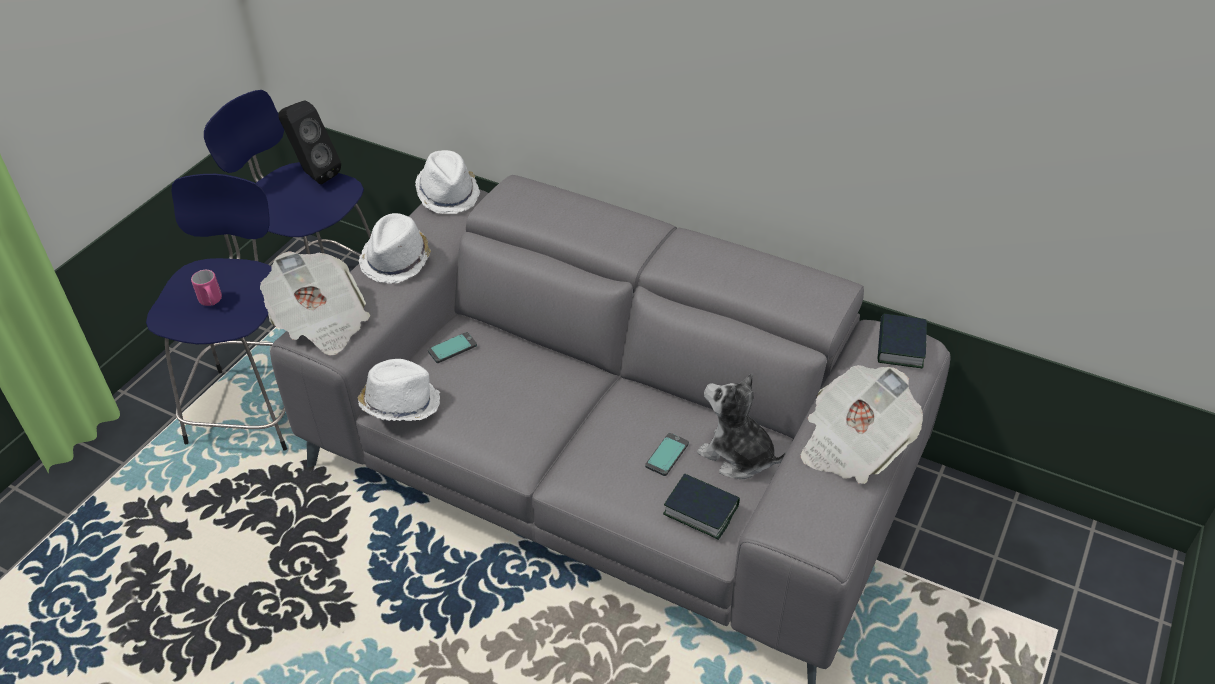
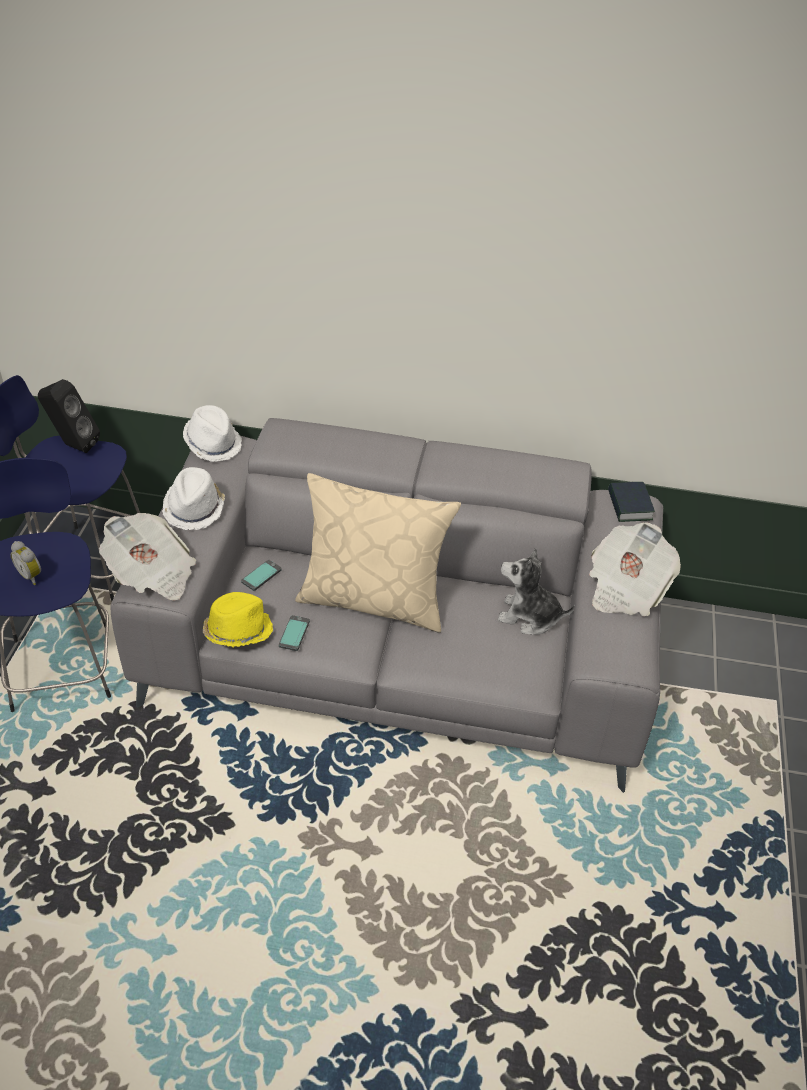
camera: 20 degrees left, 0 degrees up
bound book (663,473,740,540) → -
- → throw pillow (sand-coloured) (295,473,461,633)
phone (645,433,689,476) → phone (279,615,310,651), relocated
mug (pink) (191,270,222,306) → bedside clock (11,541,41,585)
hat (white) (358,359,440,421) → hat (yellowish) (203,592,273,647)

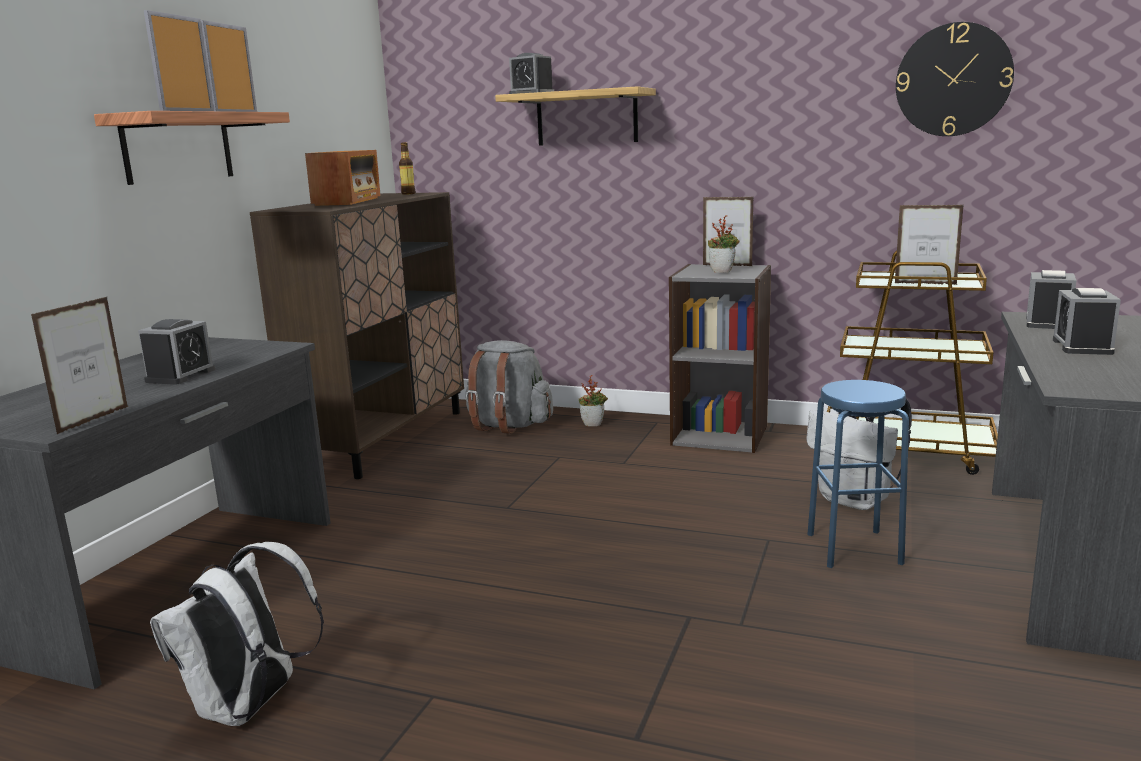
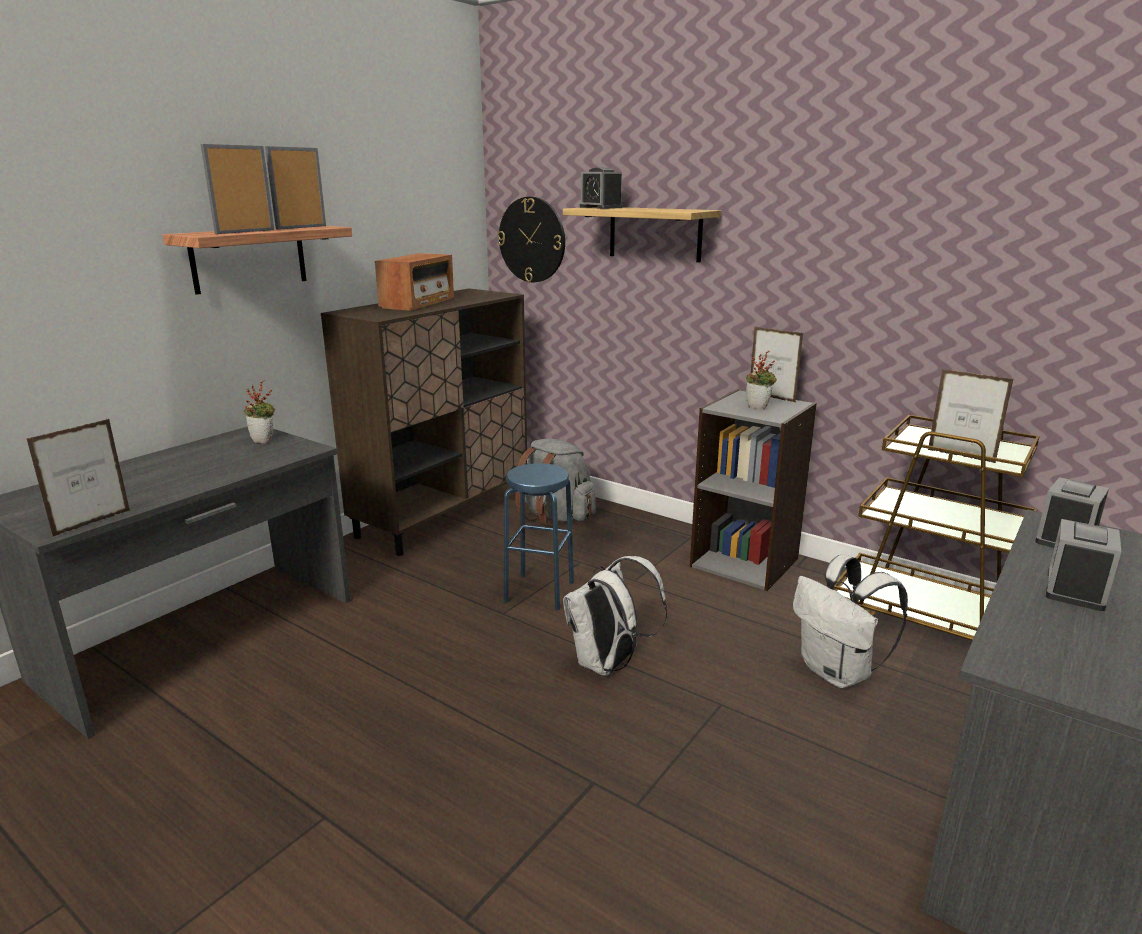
camera: 15 degrees right, 5 degrees up
bedside clock (138,319,215,385) → -
beverage bottle (399,142,415,195) → -
backpack (white) (150,542,324,726) → backpack (white) (563,556,667,676), relocated
potted plant (579,375,608,426) → potted plant (243,380,275,443), relocated
stool seat (bluish) (807,380,909,568) → stool seat (bluish) (504,463,574,610), relocated
hanging clock (896,22,1014,136) → hanging clock (497,197,565,282), relocated

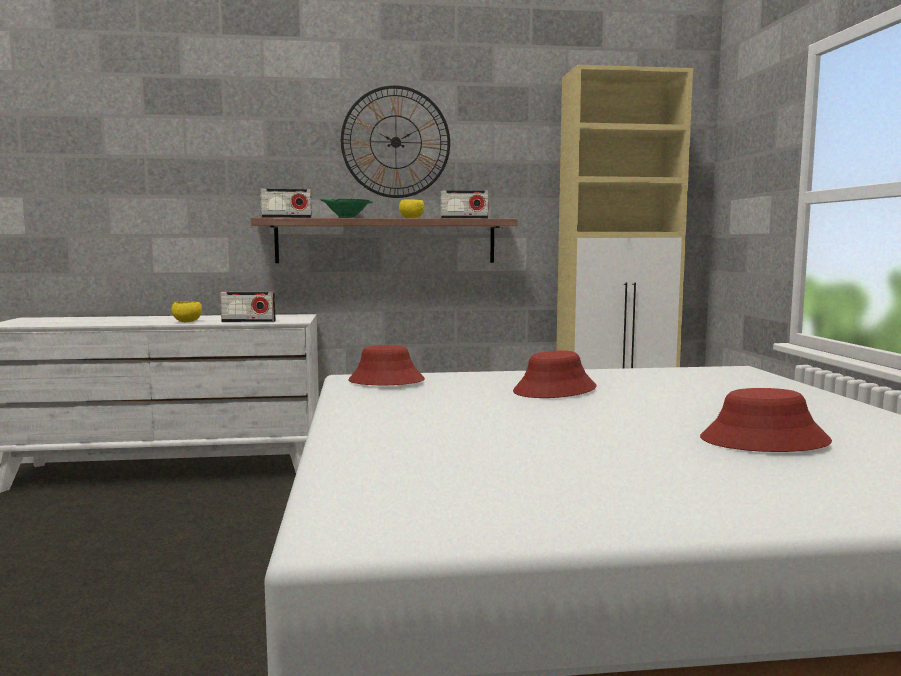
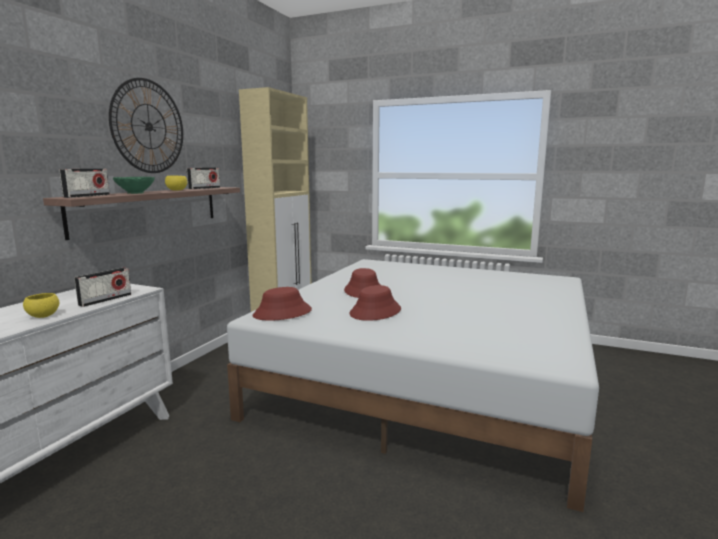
camera: 60 degrees left, 5 degrees up
hat (red-coloured) (700,388,832,452) → hat (red-coloured) (350,285,401,321), relocated

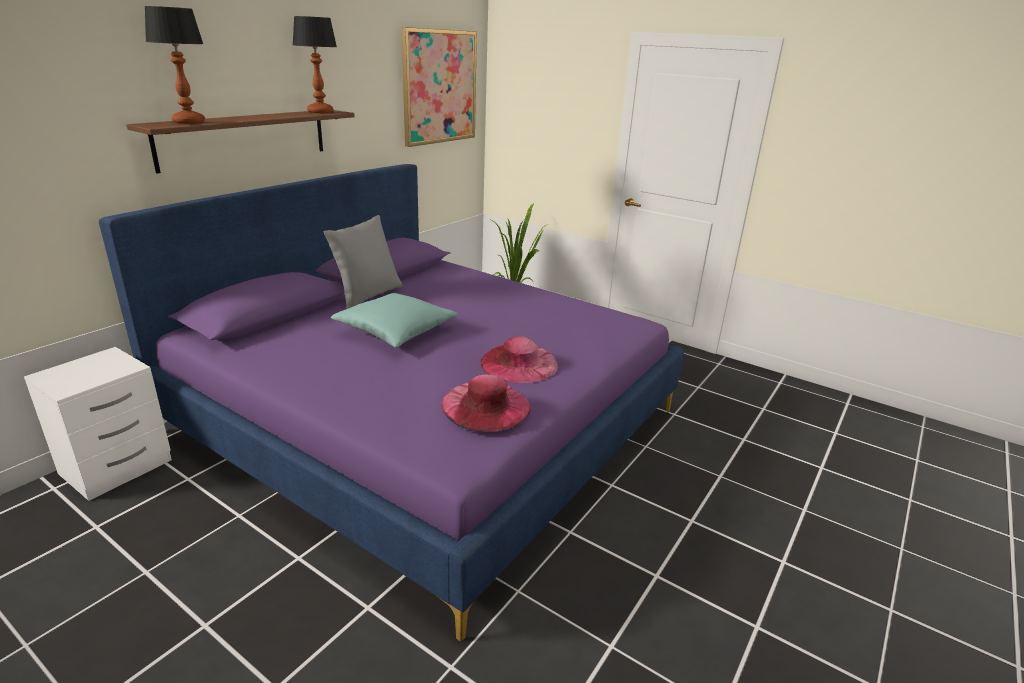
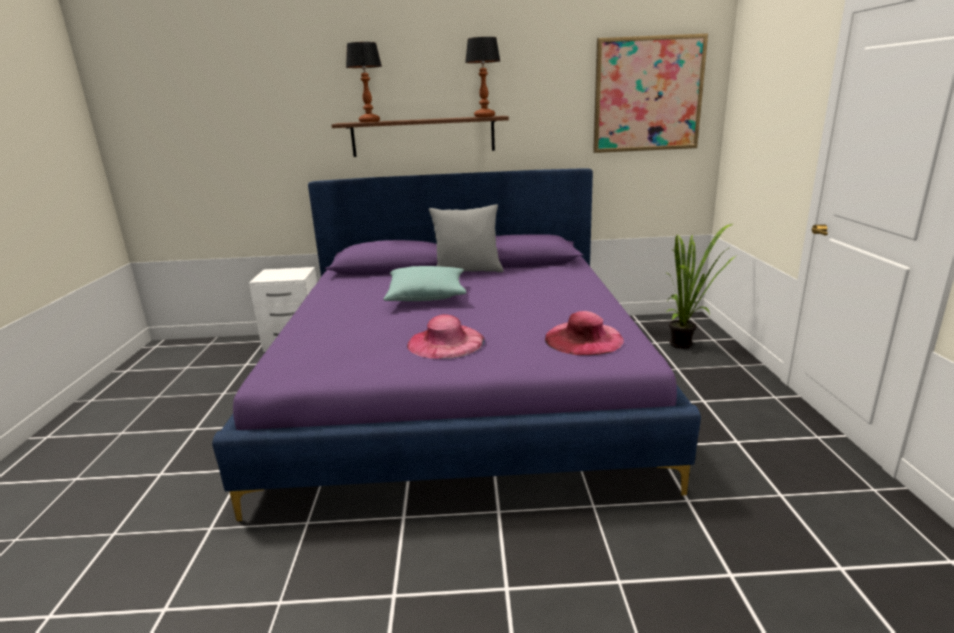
camera: 55 degrees right, 5 degrees down
hat (pink) (441,374,531,432) → hat (pink) (545,311,624,355), relocated

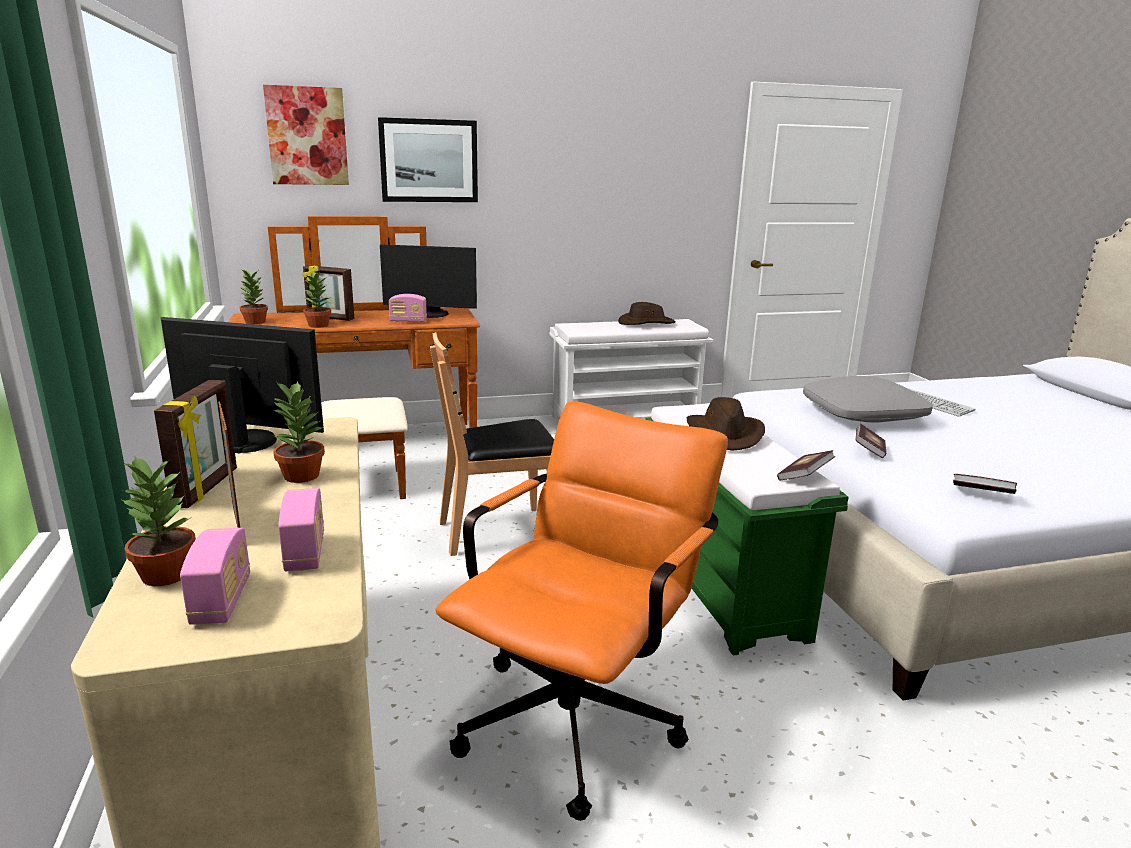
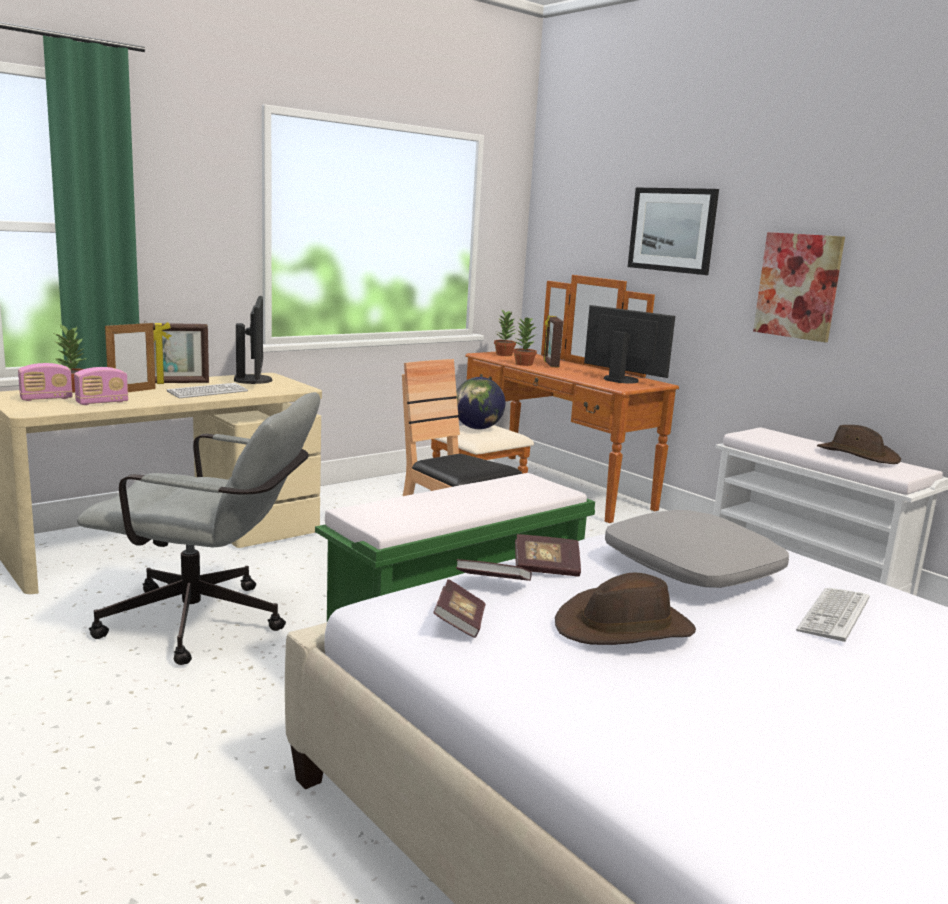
camera: 65 degrees right, 5 degrees down
radio receiver (389,294,427,322) → -
- → globe (456,377,505,429)
wall picture (263,85,349,185) → wall picture (753,232,845,342), relocated
hat (brown-coloured) (687,397,765,451) → hat (brown-coloured) (555,573,696,645), relocated
bound book (777,450,835,480) → bound book (456,559,532,581), relocated
potted plant (272,381,325,483) → keyboard (167,383,248,398)
computer chair (orange-coloured) (435,401,728,821) → computer chair (gray) (77,392,320,665)
computer display (380,244,477,318) → computer display (584,305,675,384), 150 degrees clockwise

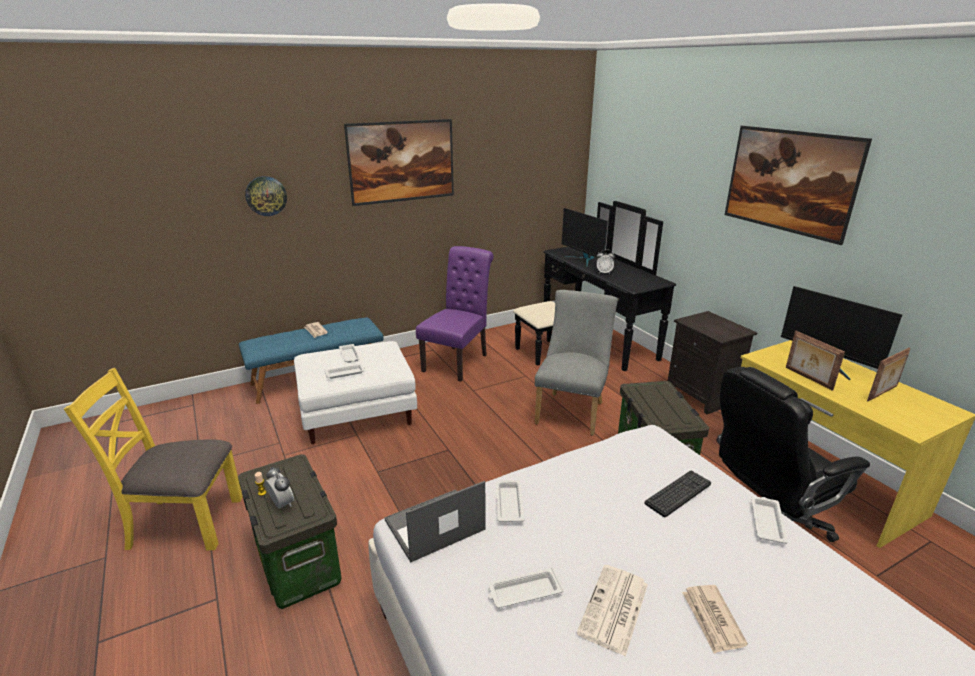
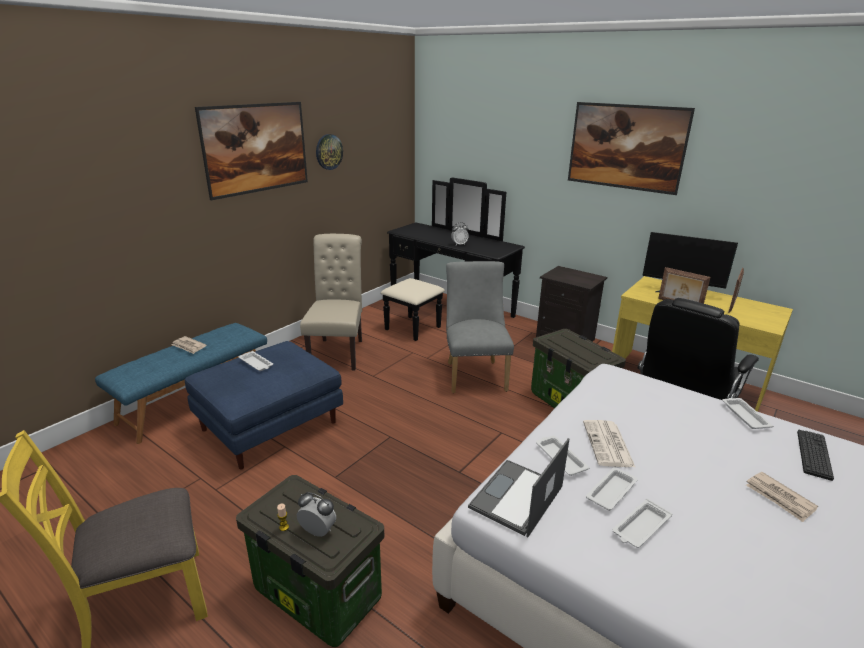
camera: 25 degrees left, 0 degrees up
computer display (561,208,608,267) → -
hanging clock (245,176,287,216) → hanging clock (316,134,343,170), relocated
serving tray (white) (325,364,365,379) → serving tray (white) (586,467,638,511), relocated
newspaper (576,565,648,657) → newspaper (583,420,635,467), relocated
keyboard (645,471,711,518) → keyboard (797,430,834,481), relocated
ottoman (white) (294,341,417,444) → ottoman (bluish) (185,341,343,469)
chair (purplish) (416,246,494,382) → chair (sand-coloured) (300,234,362,370)

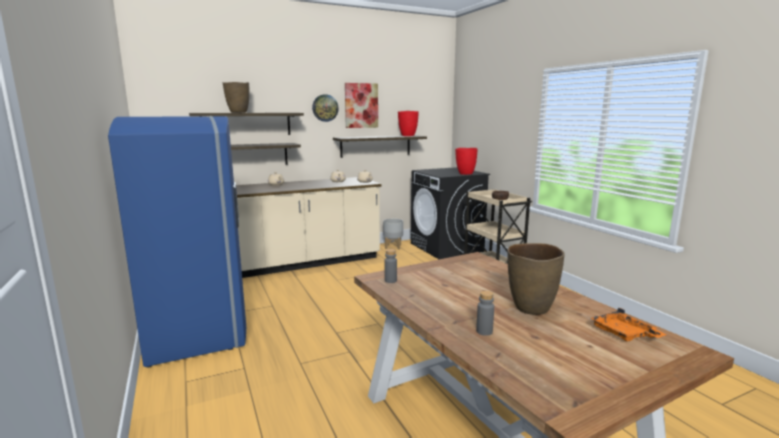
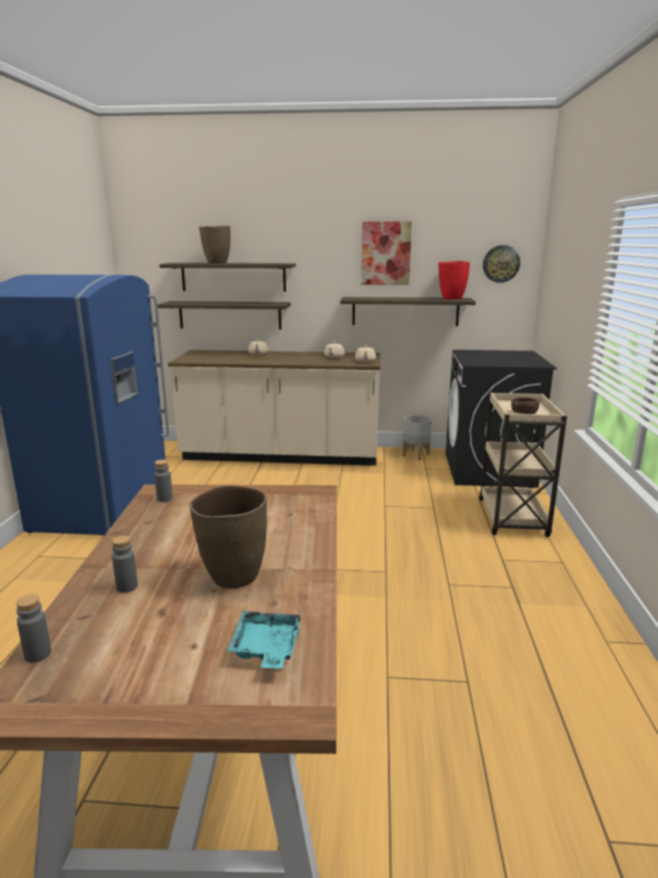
camera: 30 degrees right, 5 degrees up
vase (red-coloured) (455,148,478,175) → -
- → beverage bottle (gray) (16,594,51,663)
hanging clock (312,94,339,122) → hanging clock (483,245,520,283), relocated
serving tray (orange-coloured) (590,308,667,341) → serving tray (blue-green) (227,611,301,669)

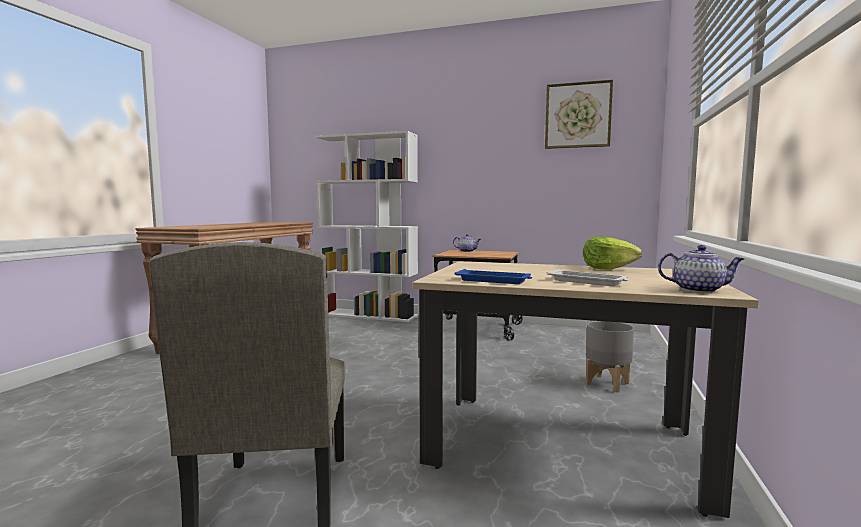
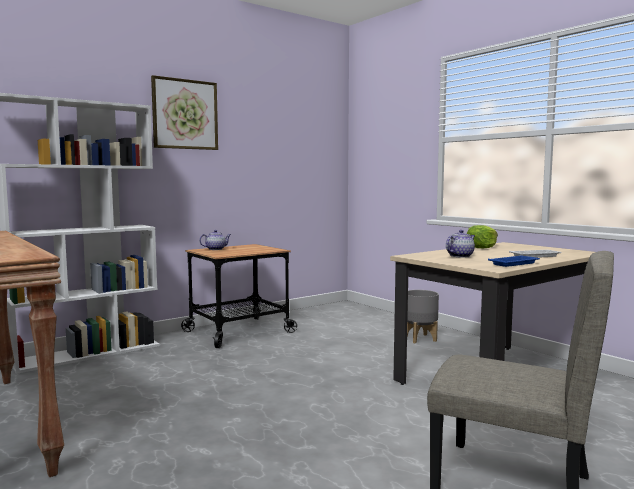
camera: 55 degrees left, 0 degrees up
wall picture (545,80,613,149) → wall picture (151,75,218,150), relocated
pot for tea (658,245,744,293) → pot for tea (446,230,475,258), relocated

